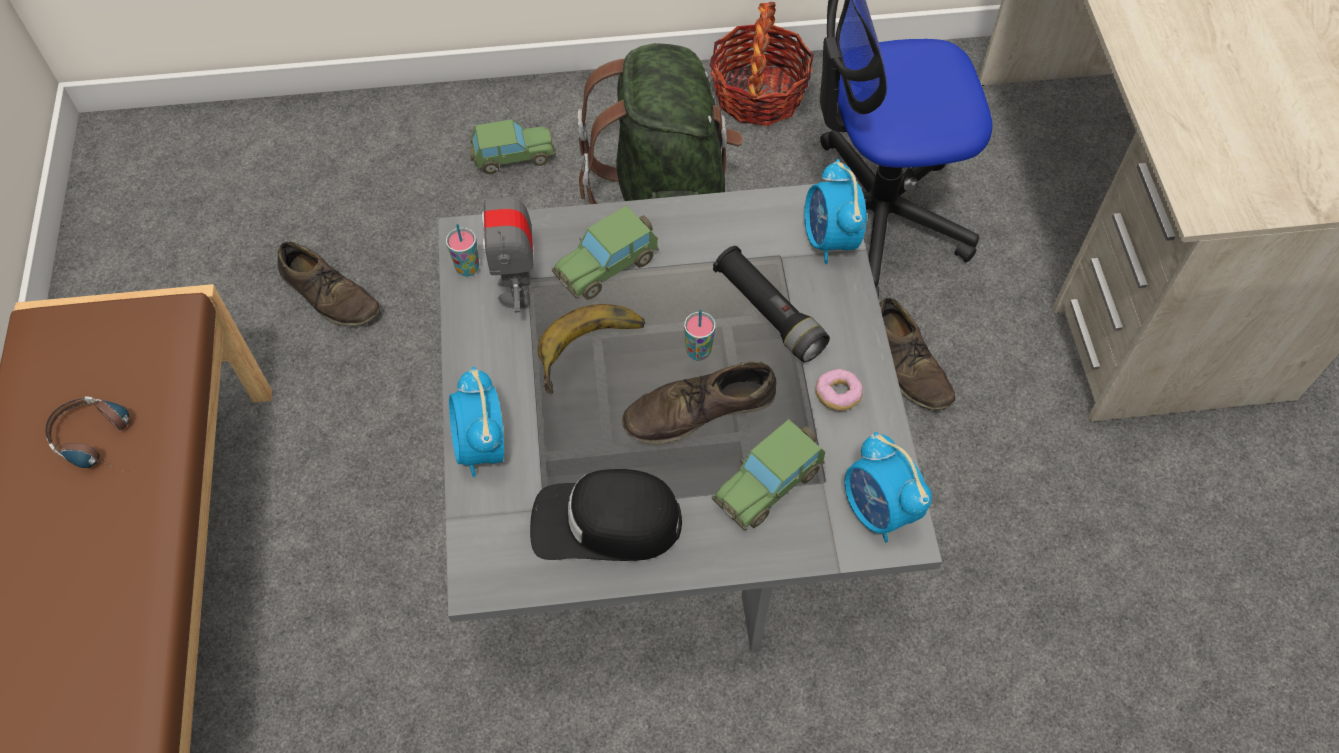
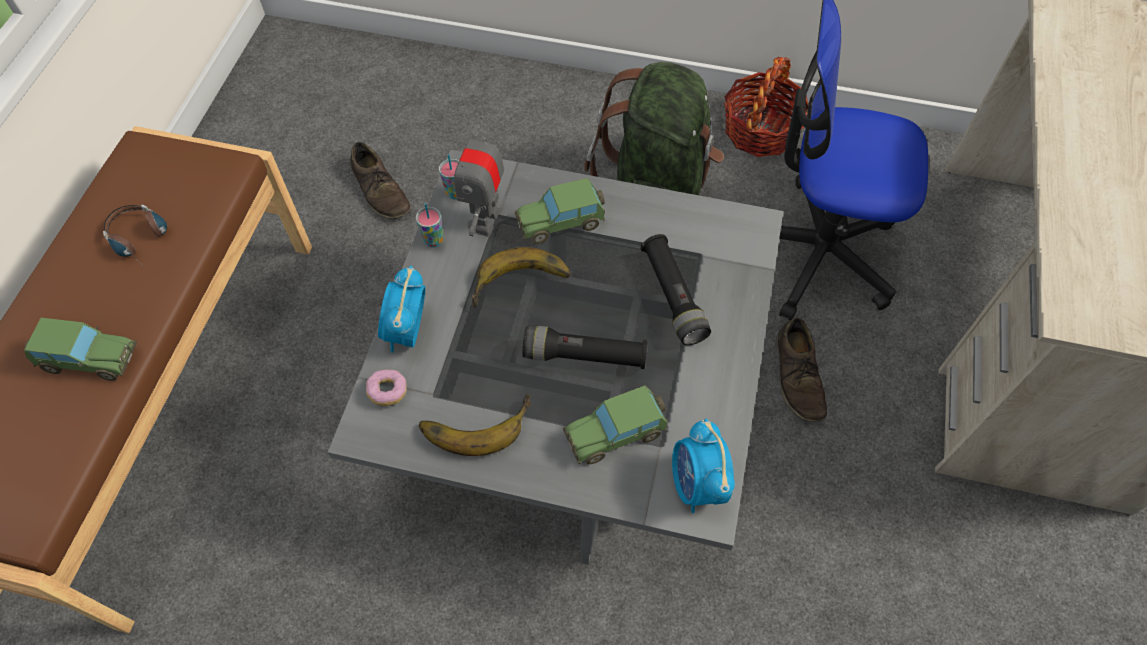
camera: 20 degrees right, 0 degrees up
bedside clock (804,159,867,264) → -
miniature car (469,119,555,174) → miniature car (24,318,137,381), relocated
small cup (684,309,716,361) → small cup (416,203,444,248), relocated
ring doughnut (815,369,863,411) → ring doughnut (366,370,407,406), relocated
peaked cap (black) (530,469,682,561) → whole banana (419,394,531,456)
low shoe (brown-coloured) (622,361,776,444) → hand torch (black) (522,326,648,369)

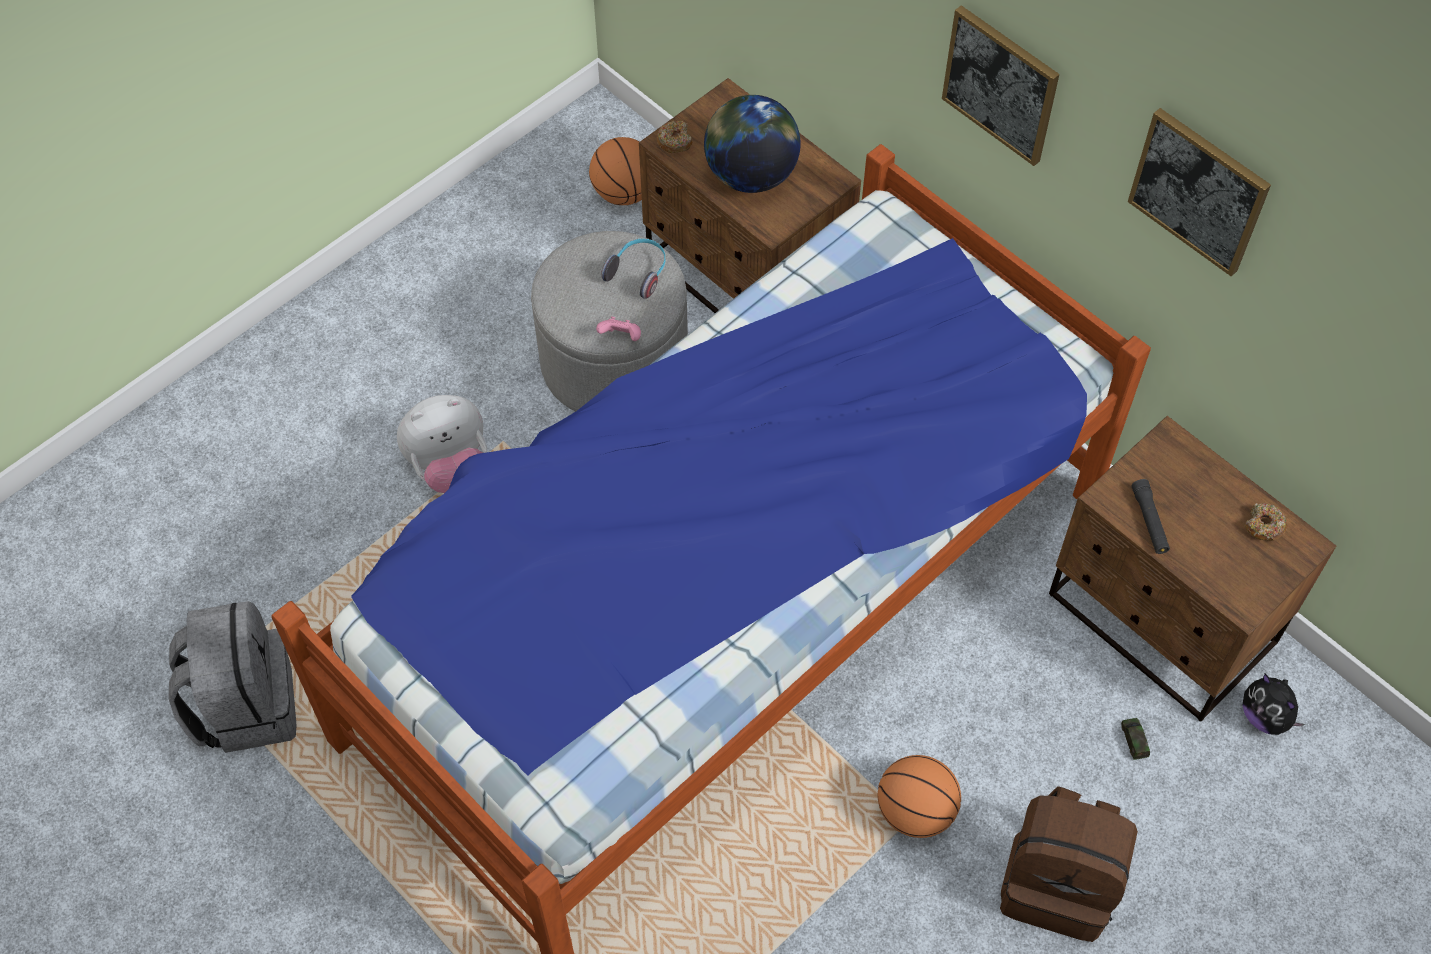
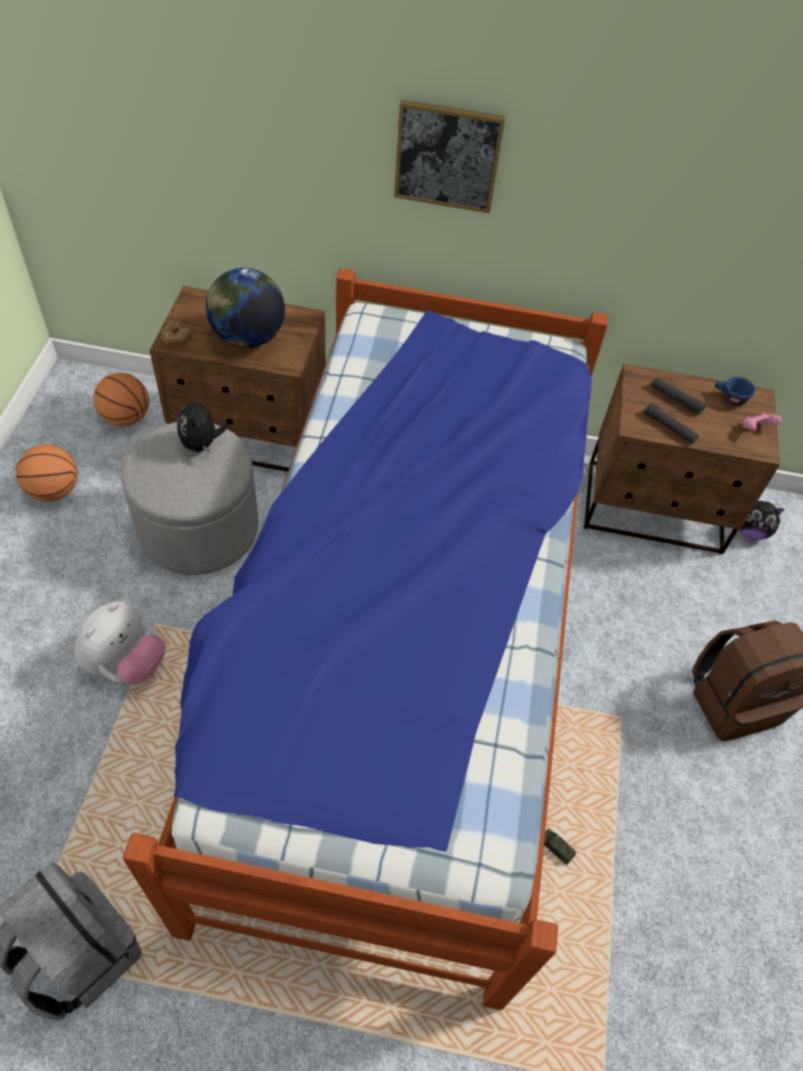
camera: 40 degrees left, 5 degrees down
wall picture (1128,108,1271,276) → -
- → hand torch (black) (651,377,706,415)
joypad (pink) (596,316,641,341) → joypad (pink) (742,412,782,431), relocated
basketball (878,755,961,838) → basketball (16,444,78,502), relocated
miniature car (1121,718,1150,760) → miniature car (544,829,576,865), relocated
headset (601,239,665,299) → cuddly toy (177,393,228,454)
ring doughnut (1245,503,1287,541) → small cup (bluish) (715,377,755,406)

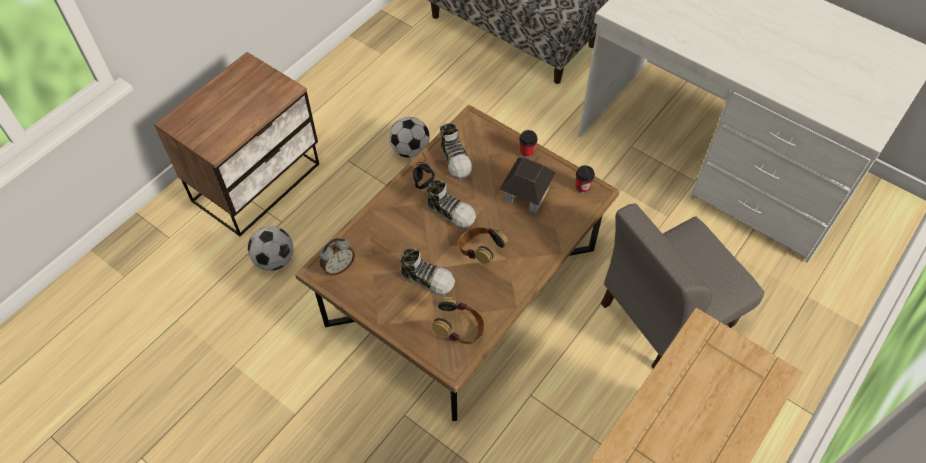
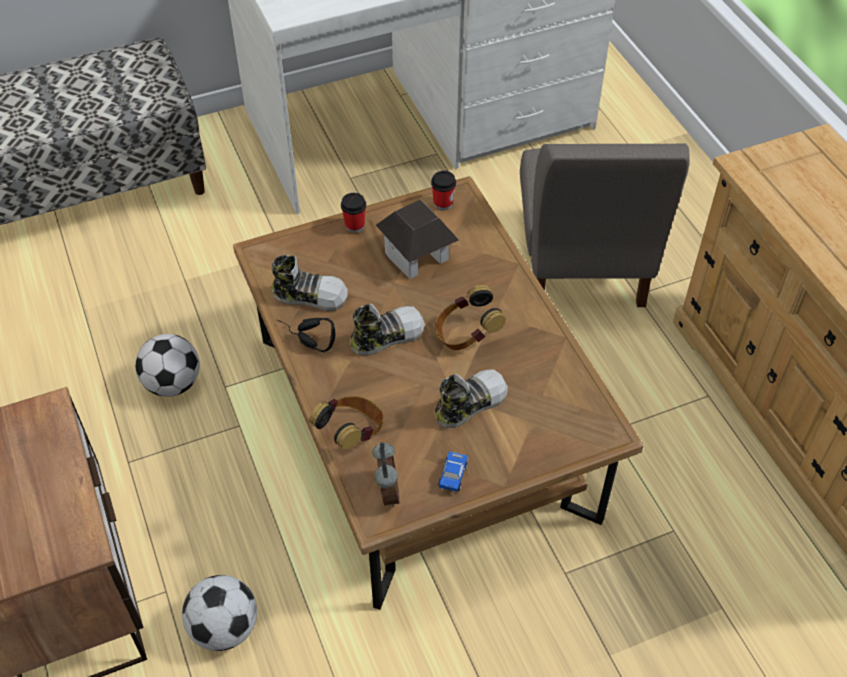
camera: 60 degrees left, 5 degrees down
- → miniature car (438,451,468,493)
headset (432,297,485,344) → headset (309,396,384,450), relocated

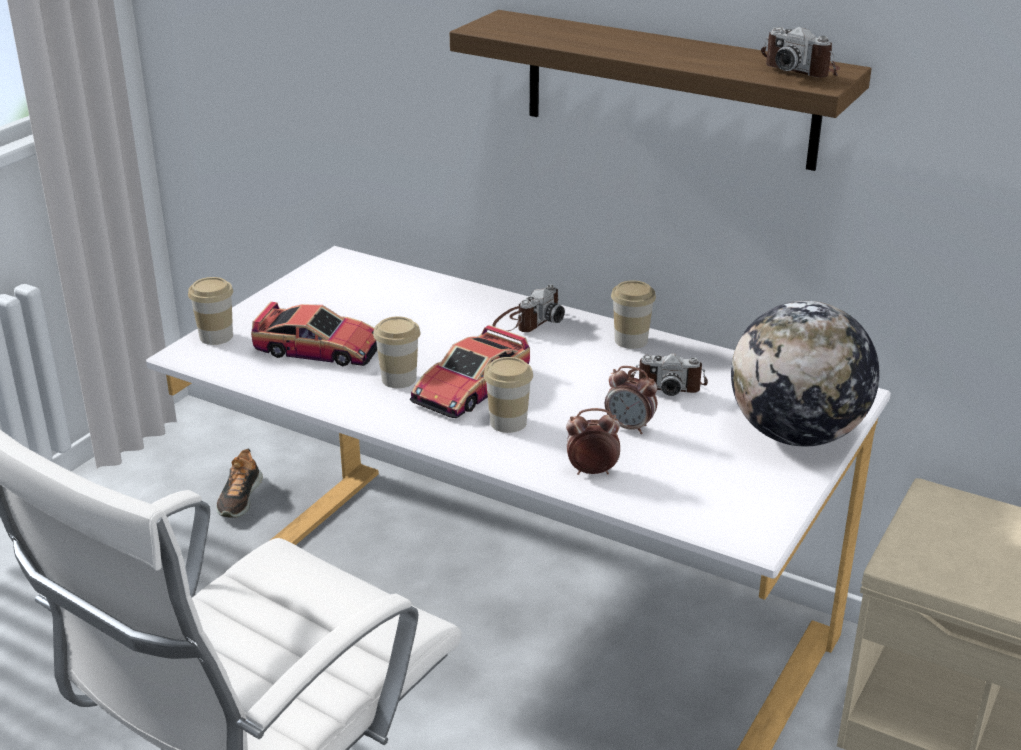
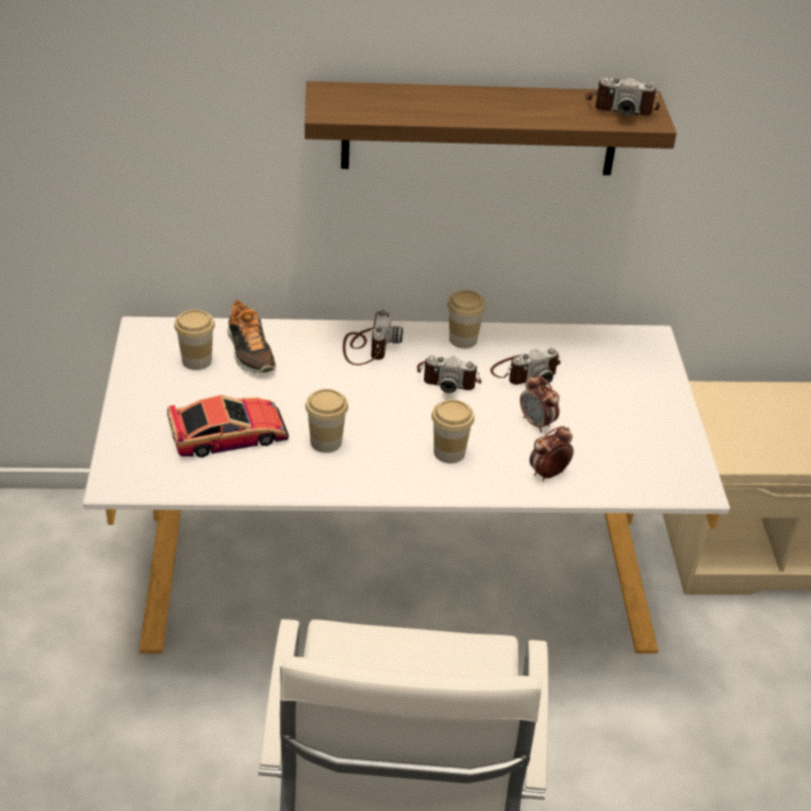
camera: 35 degrees left, 10 degrees up
miniature car (410,325,530,418) → -
globe (731,301,879,446) → -
- → photo camera (417,356,481,394)
small cup (188,277,233,345) → small cup (174,309,215,370), relocated
low shoe (216,449,263,518) → low shoe (227,300,276,373), relocated
bedside clock (605,366,657,434) → bedside clock (520,375,560,433), 60 degrees clockwise

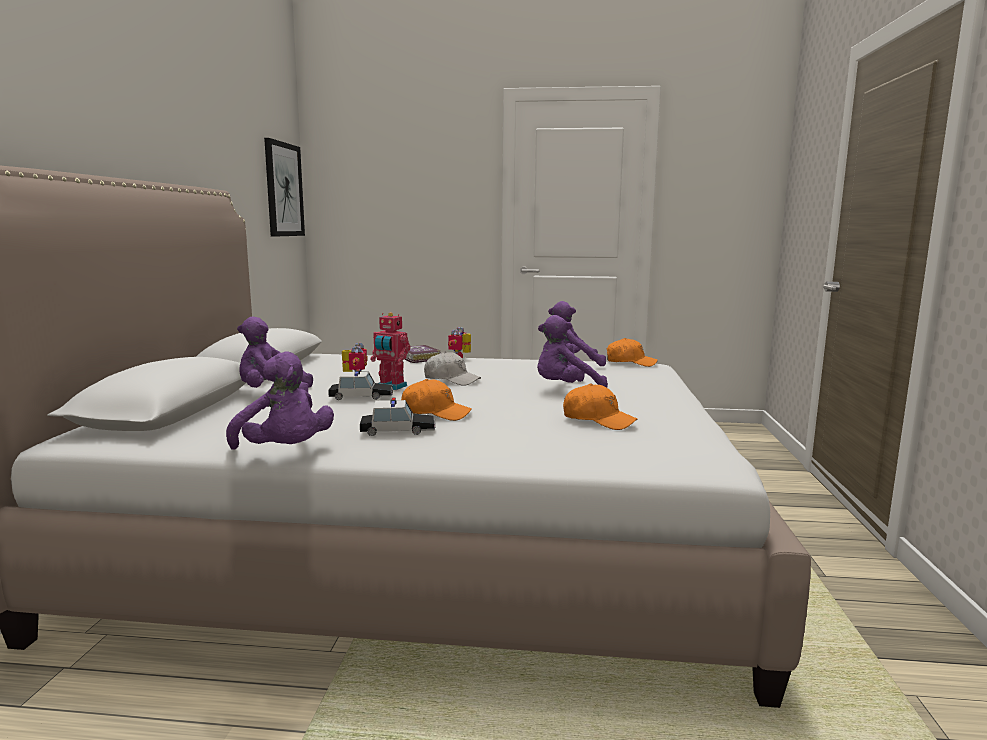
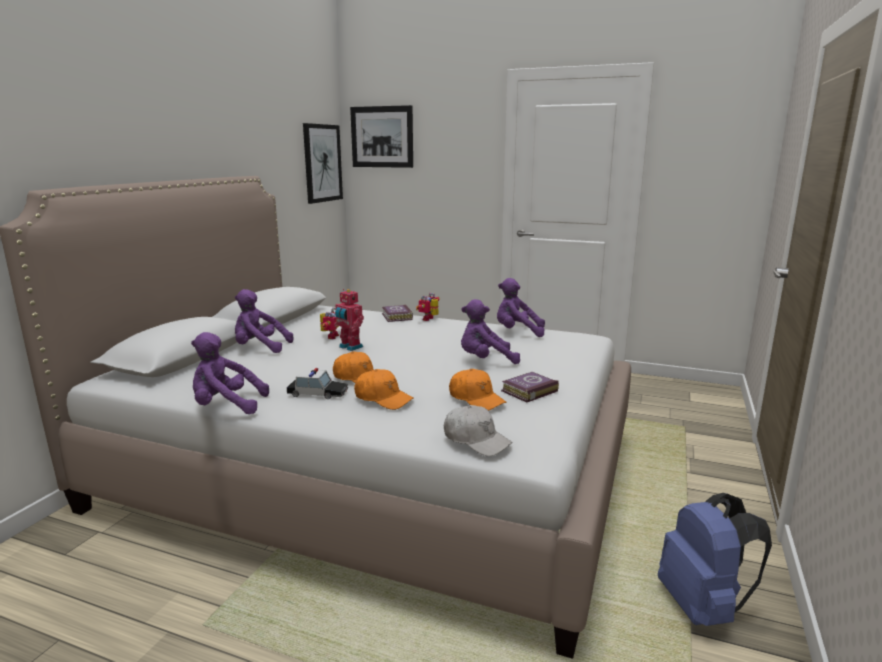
camera: 15 degrees right, 5 degrees up
miniature car (328,369,393,400) → -
- → wall picture (350,105,413,168)
- → bound book (501,372,559,402)
- → backpack (bluish) (658,493,772,626)
peaked cap (white) (424,351,481,386) → peaked cap (white) (444,405,513,456), relocated
peaked cap (orange-coloured) (607,338,658,367) → peaked cap (orange-coloured) (354,369,414,410), relocated
cuddly toy (purplish) (226,351,334,449) → cuddly toy (purplish) (191,332,269,414), 120 degrees clockwise

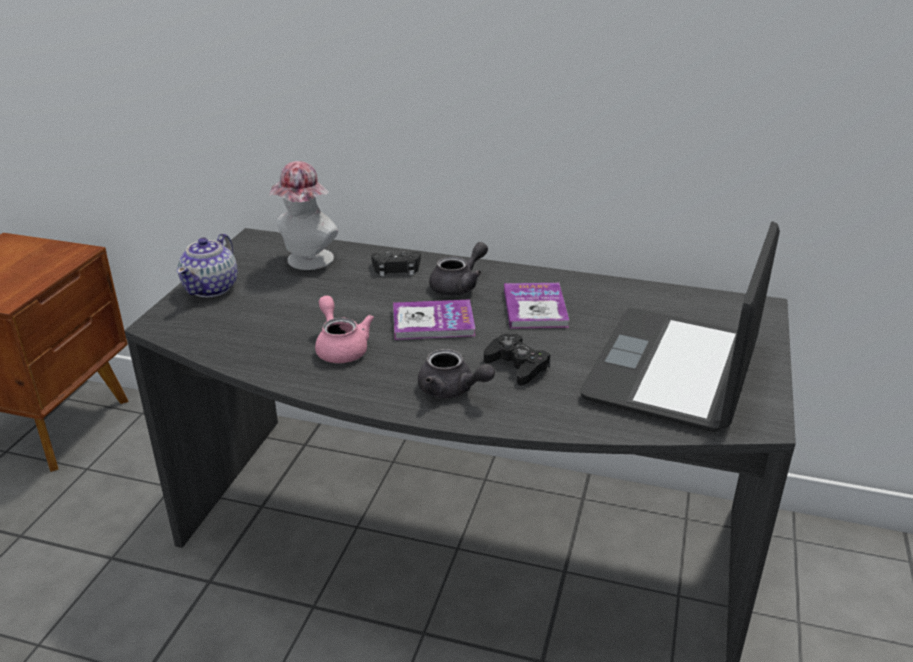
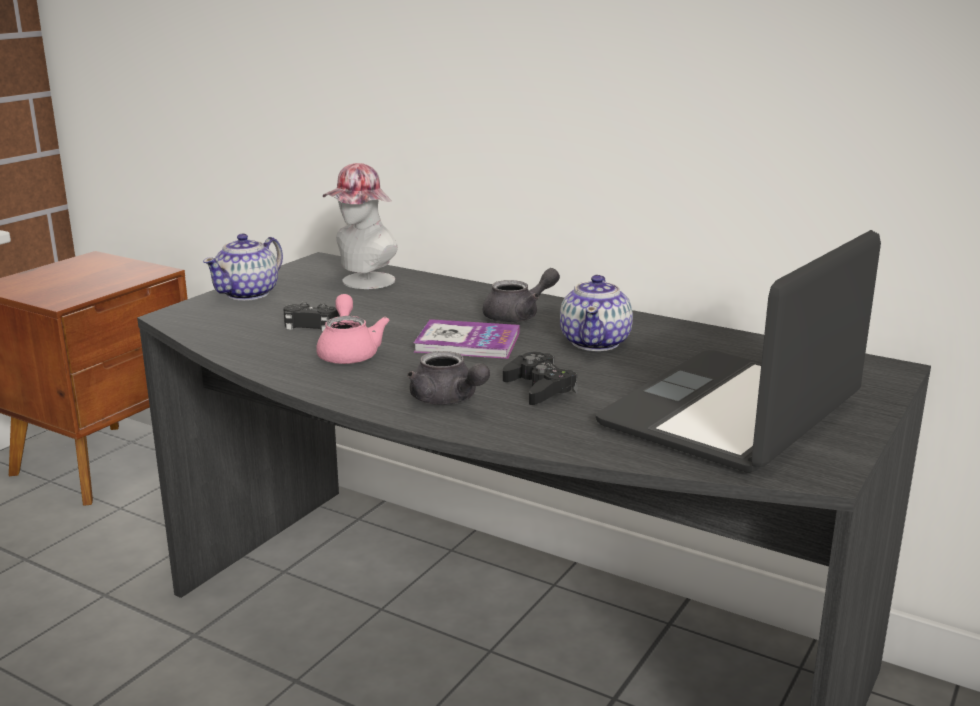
camera: 15 degrees right, 10 degrees down
joypad (black) (371,251,421,276) → joypad (black) (283,302,340,332), relocated
bound book (504,283,570,329) → pot for tea (560,275,633,351)

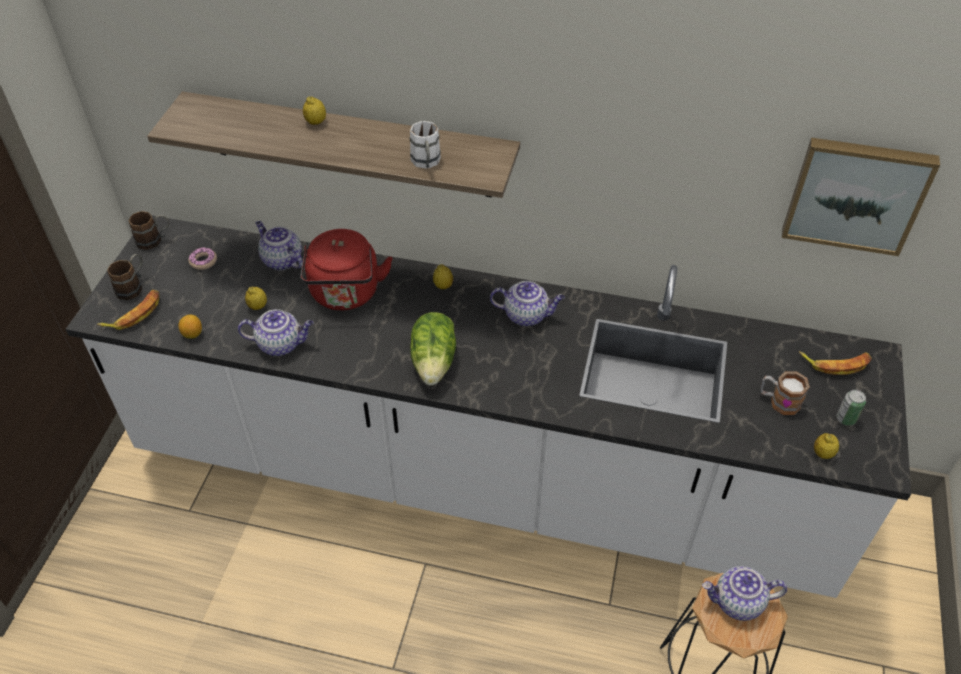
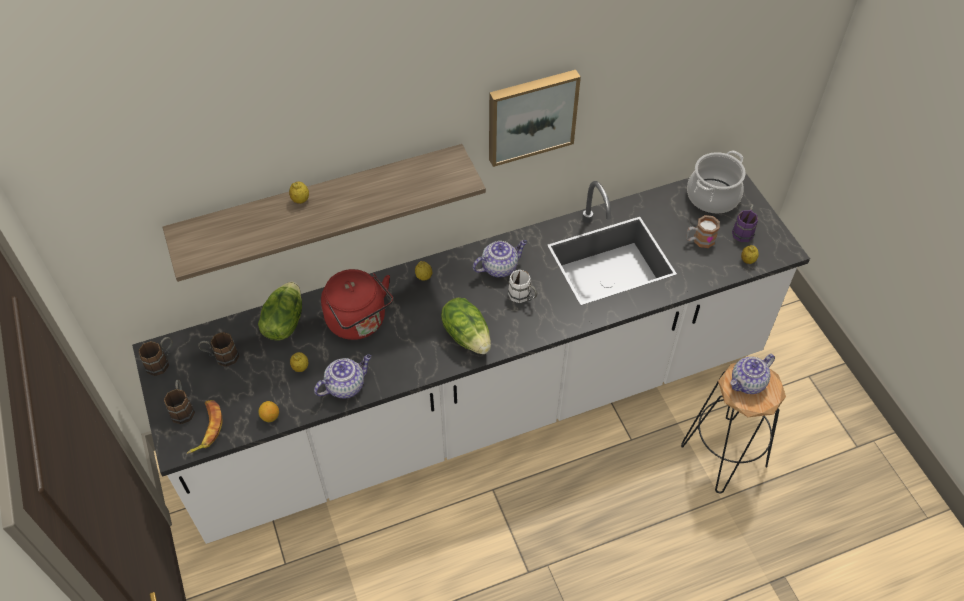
camera: 35 degrees left, 5 degrees up
mug (white) (409,121,441,168) → mug (white) (508,270,537,303), relocated
wall picture (782,138,940,256) → wall picture (489,70,581,167), relocated
ring doughnut (189,247,217,270) → mug (brown-coloured) (198,332,239,367)
pot for tea (256,221,303,271) → head of lettuce (258,282,302,341)
whole banana (799,351,872,375) → cooking pot (687,150,746,214)
metal can (837,389,866,426) → mug (purplish) (732,204,758,242)

